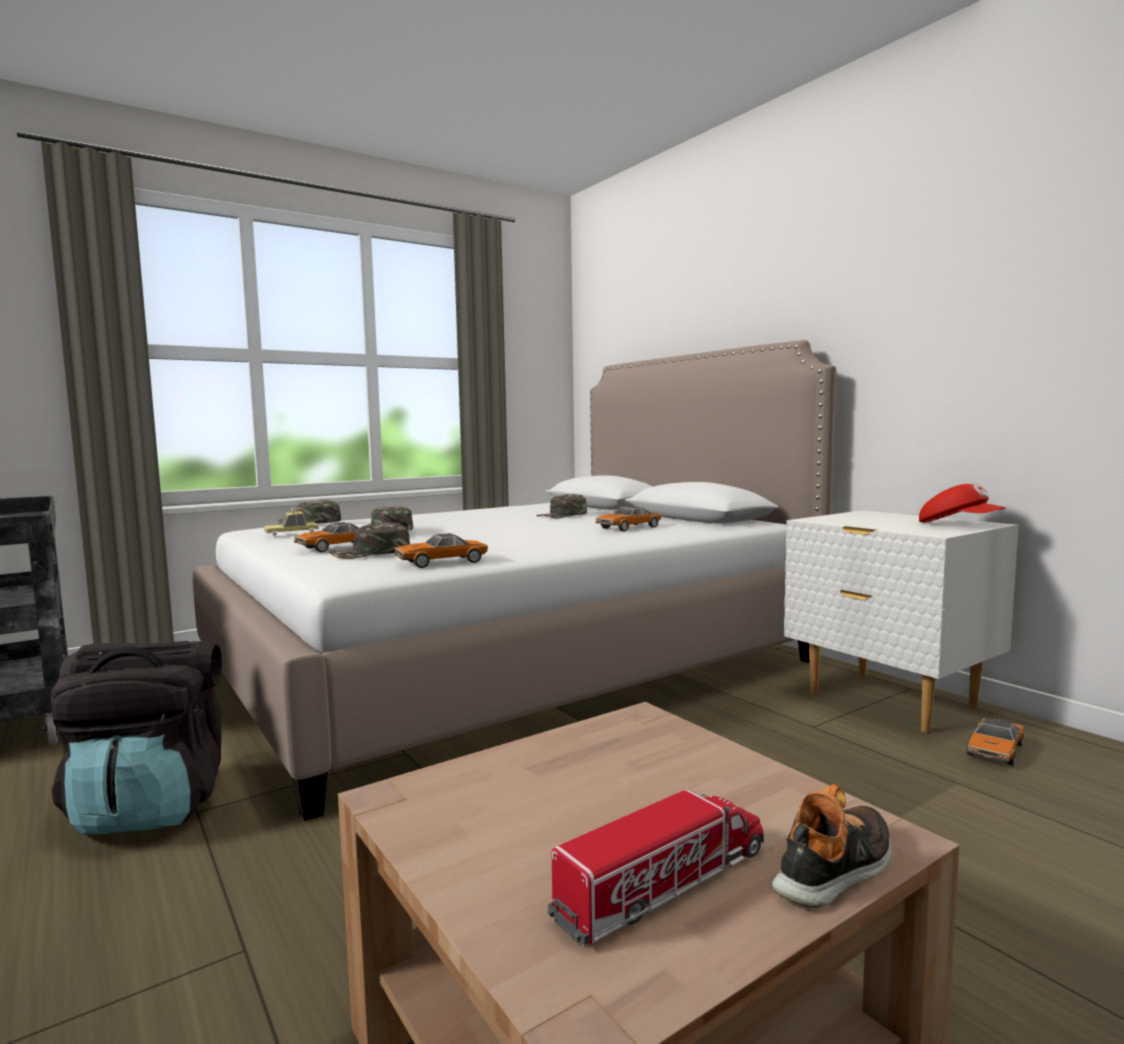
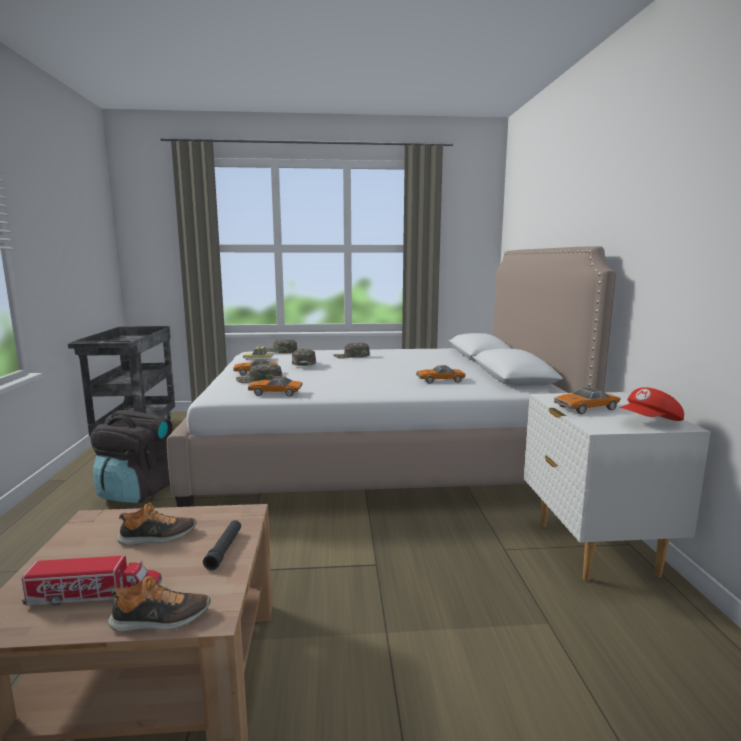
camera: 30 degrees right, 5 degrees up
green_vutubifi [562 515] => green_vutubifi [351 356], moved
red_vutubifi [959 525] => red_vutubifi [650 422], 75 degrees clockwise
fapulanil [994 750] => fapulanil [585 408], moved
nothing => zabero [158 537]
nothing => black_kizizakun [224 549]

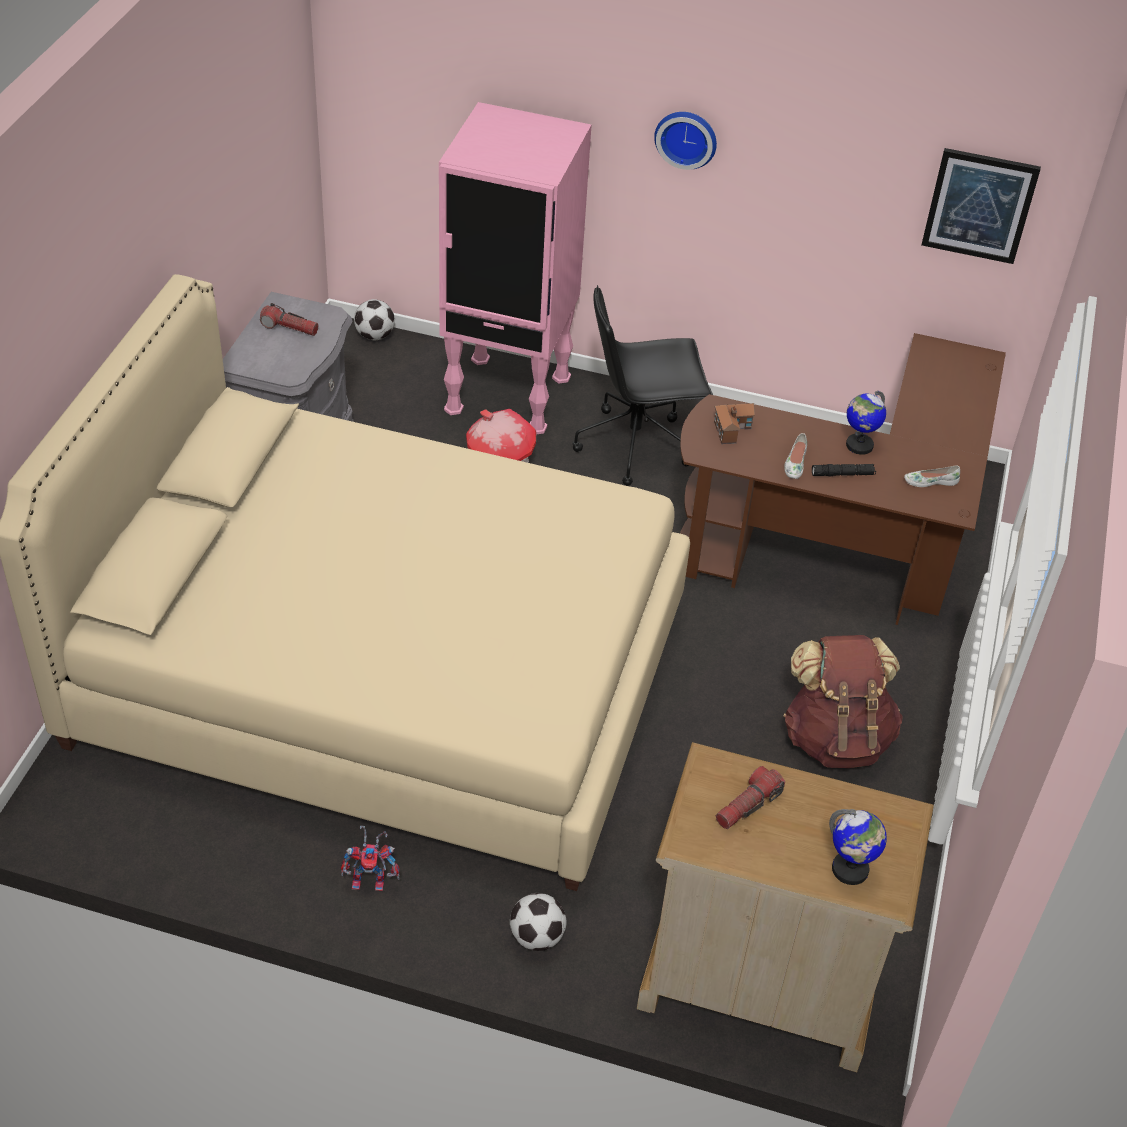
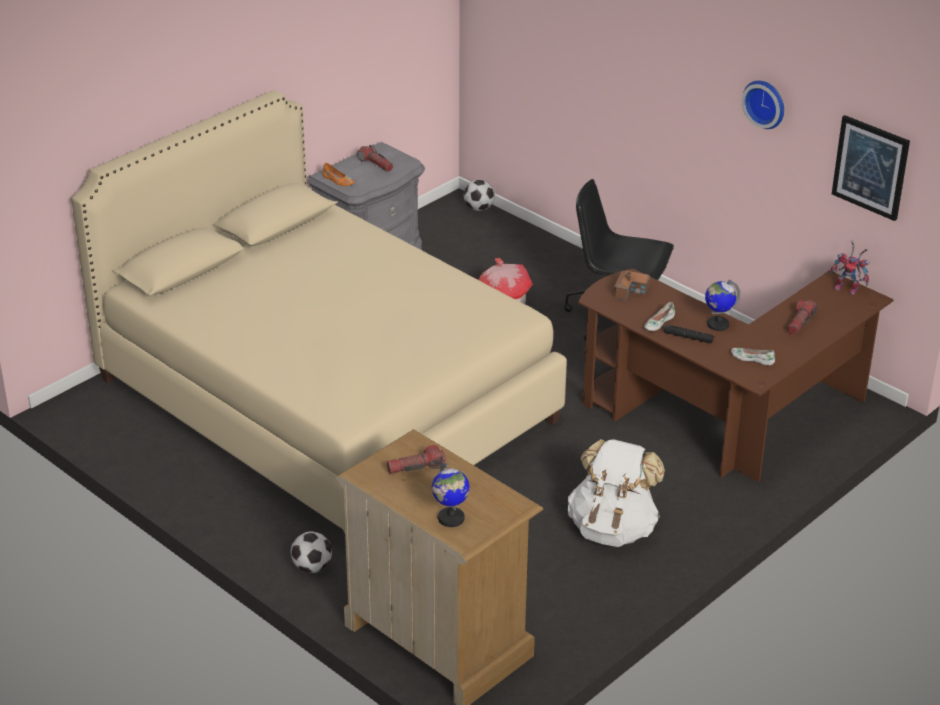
camera: 30 degrees right, 10 degrees down
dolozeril [372 880] => dolozeril [848 288], moved
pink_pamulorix [508 394] => nothing
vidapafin [686 137] => vidapafin [765 103], moved
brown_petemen [836 738] => white_petemen [613 528]
nothing => orange_zabero [337 180]
nothing => kizizakun [800 322]

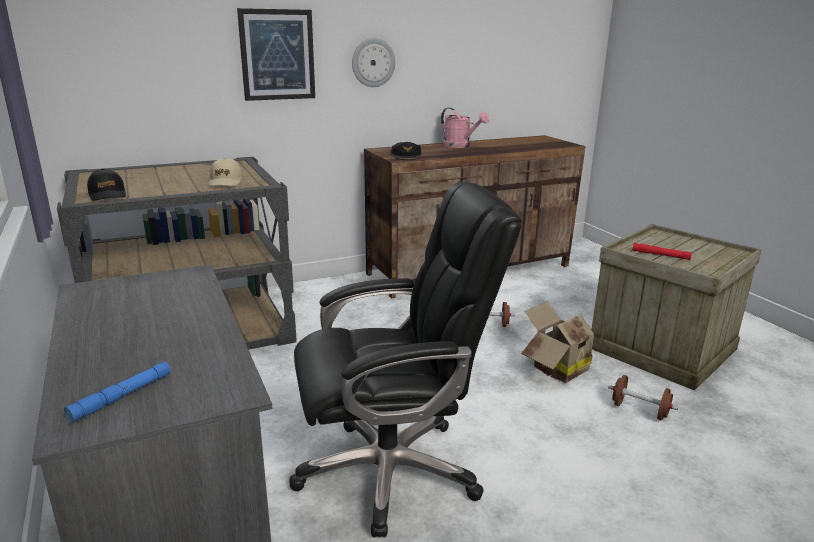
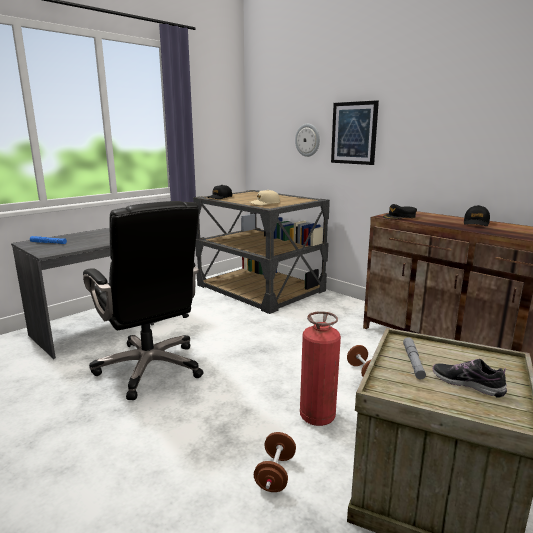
camera: 70 degrees right, 5 degrees down
vidapafin [373 62] => vidapafin [308 140], moved
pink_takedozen [460 146] => black_vutubifi [476 223]
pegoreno [556 368] => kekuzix [317 417]
red_kizizakun [660 255] => grey_kizizakun [413 361]
nothing => zabero [467 384]

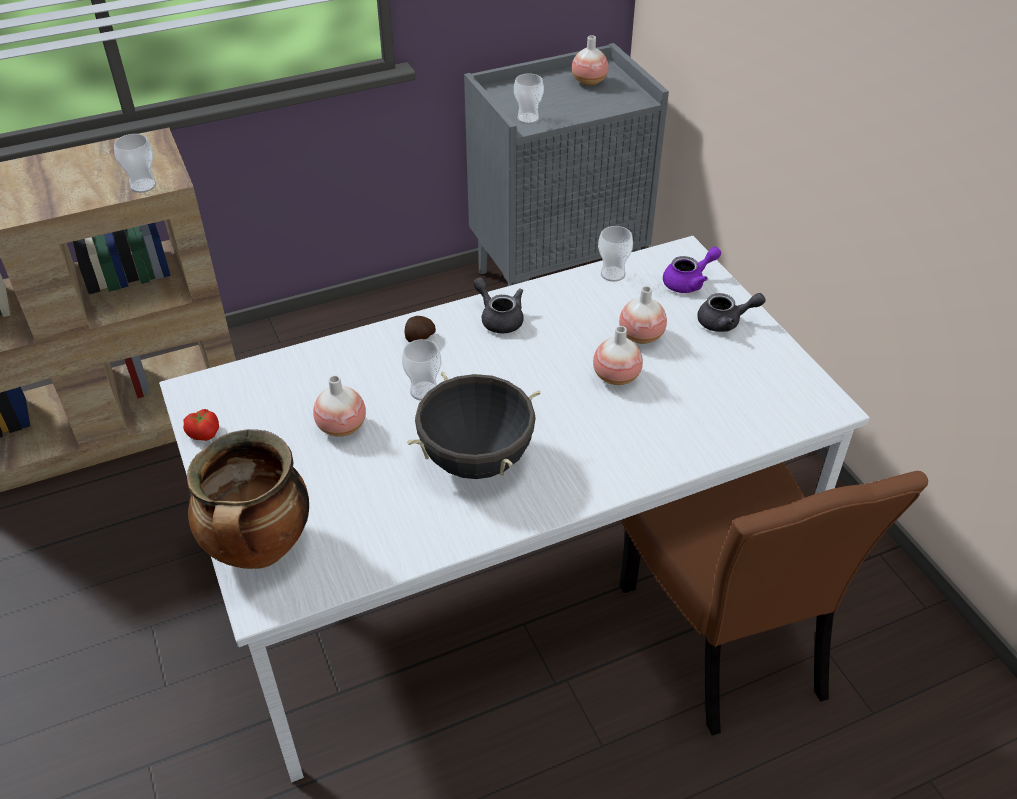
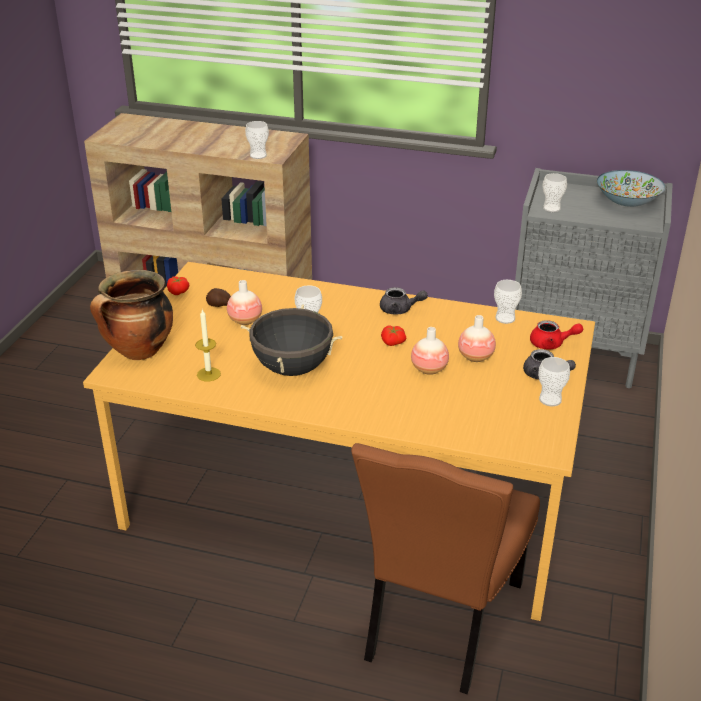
camera: 40 degrees right, 10 degrees down
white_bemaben [508 560] => orange_bemaben [352 495]
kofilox [419 338] => kofilox [219 305], moved
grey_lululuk [499 318] => grey_lululuk [400 310], 105 degrees clockwise
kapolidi [589 81] => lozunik [627 202]
purple_lululuk [689 282] => red_lululuk [551 344]
nothing => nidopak [208 374]
nothing => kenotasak [392 343]
nothing => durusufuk [550 399]

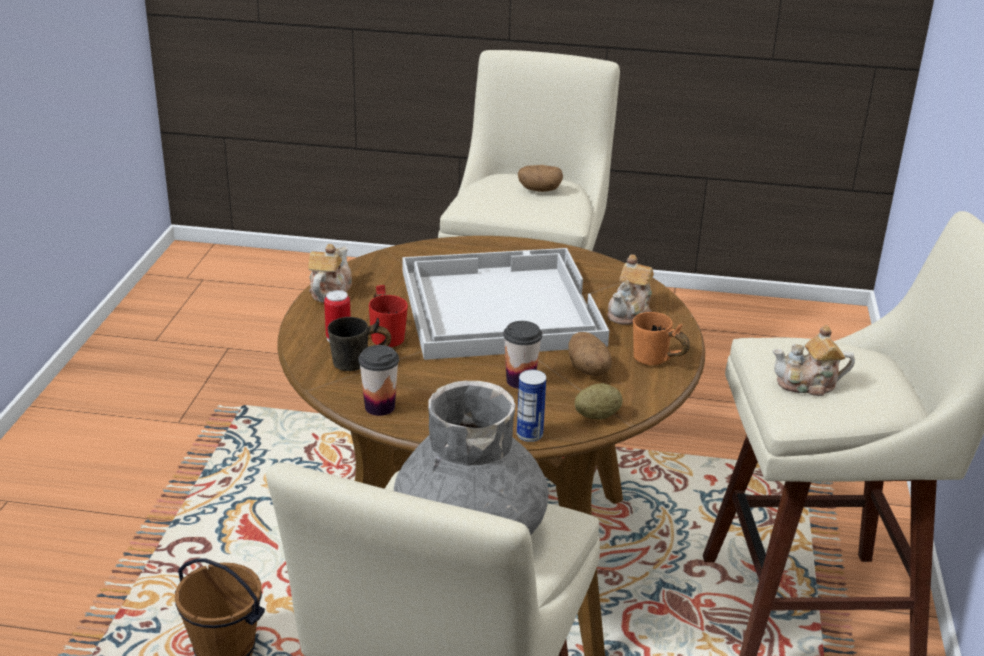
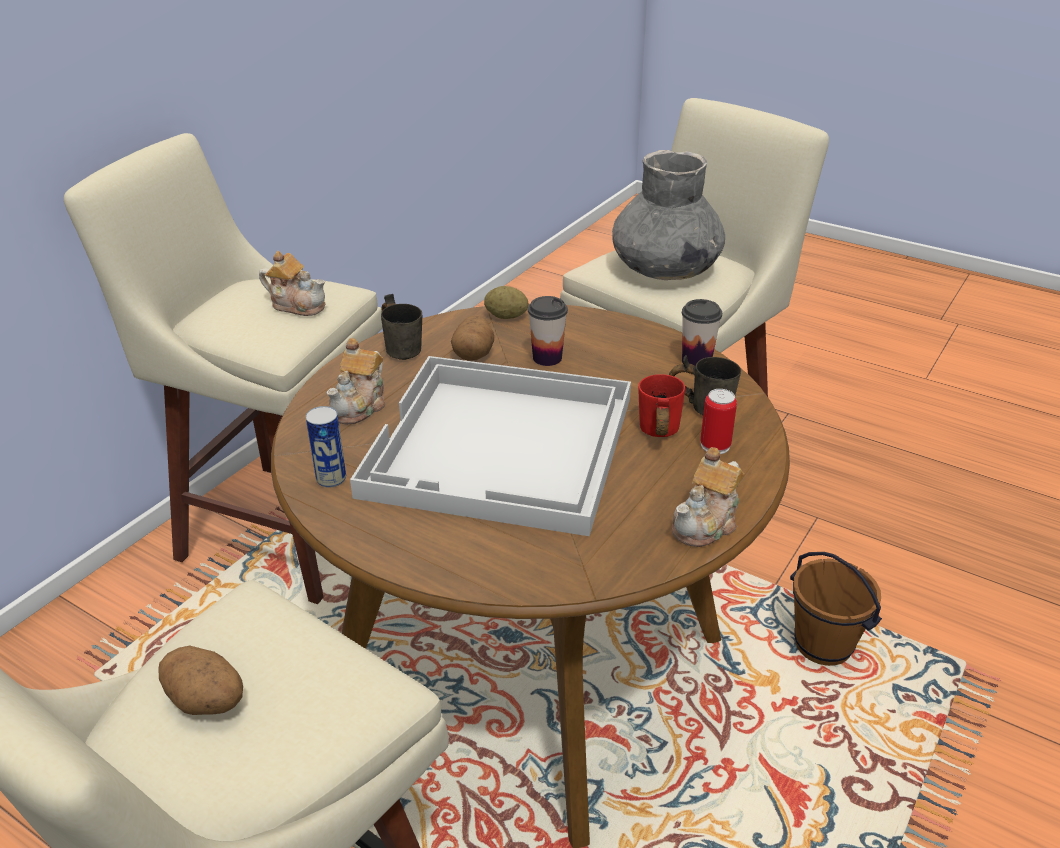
camera: 155 degrees left, 5 degrees up
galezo [529 435] => galezo [331 479], moved
lululuk [630 312] => lululuk [360 406], 150 degrees clockwise
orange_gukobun [655 363] => grey_gukobun [404 347]

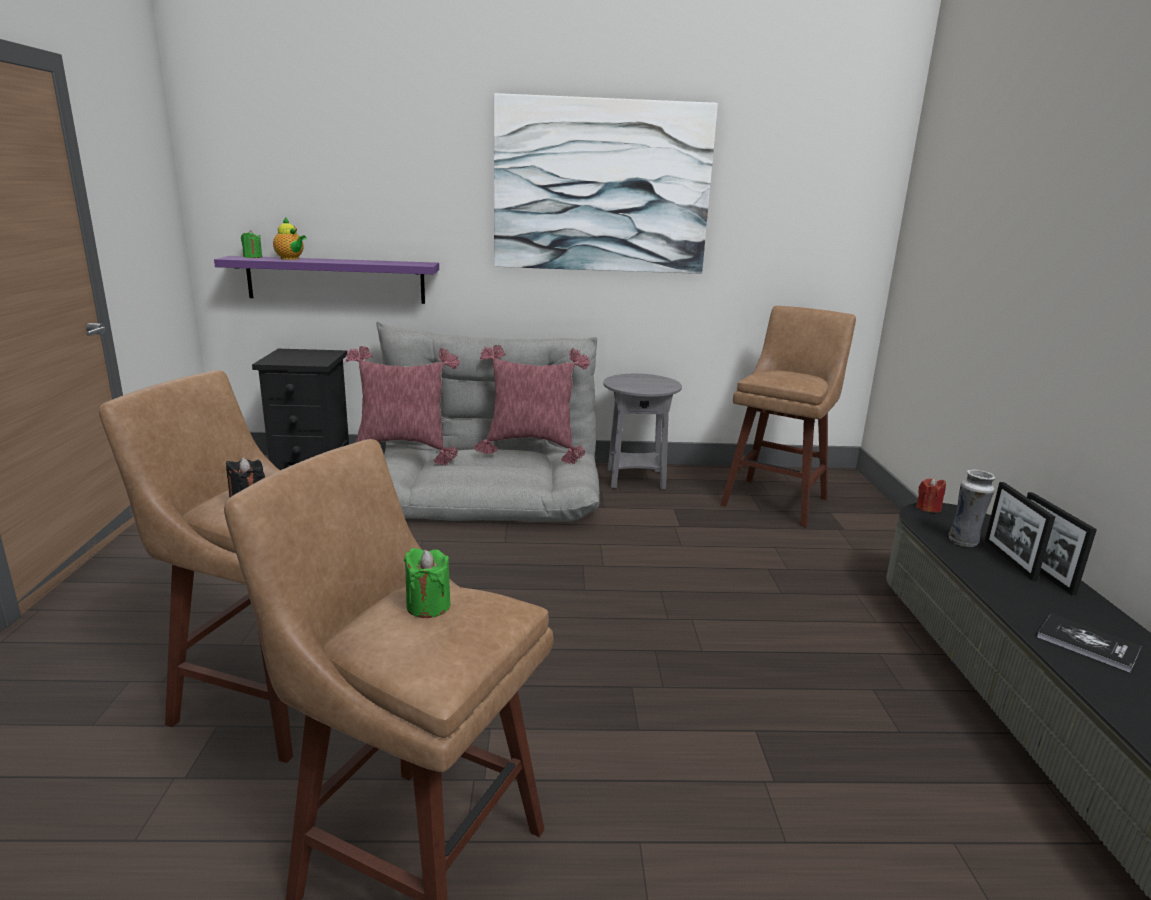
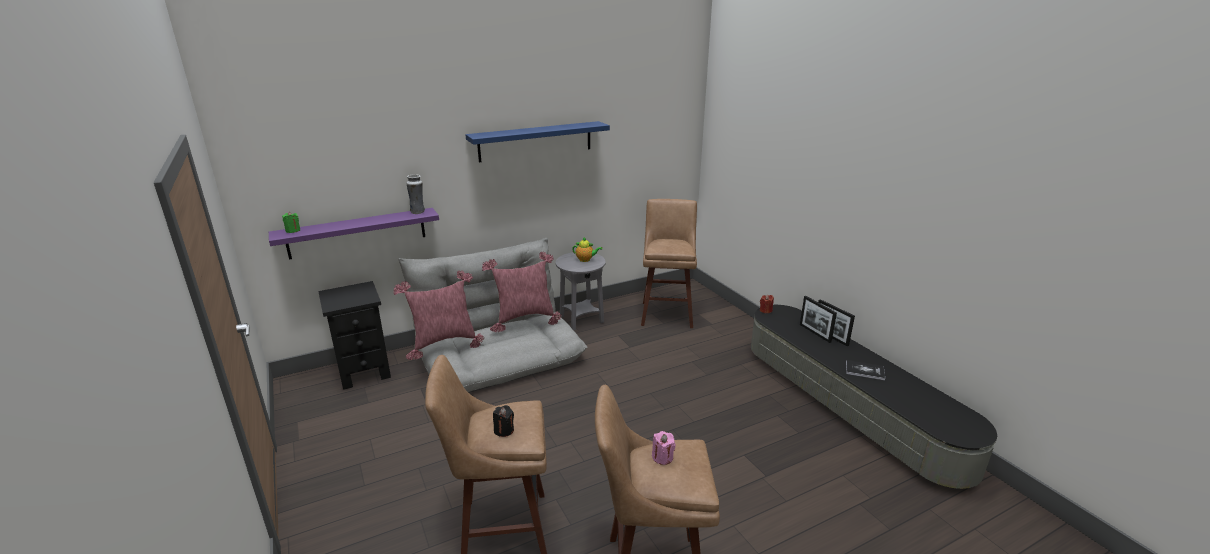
camera: 25 degrees left, 5 degrees up
lululuk [290 259] => lululuk [586 260], moved
green_nidopak [428 606] => pink_nidopak [662 457]
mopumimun [602 187] => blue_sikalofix [535 141]
kapolidi [964 541] => kapolidi [418 212], moved

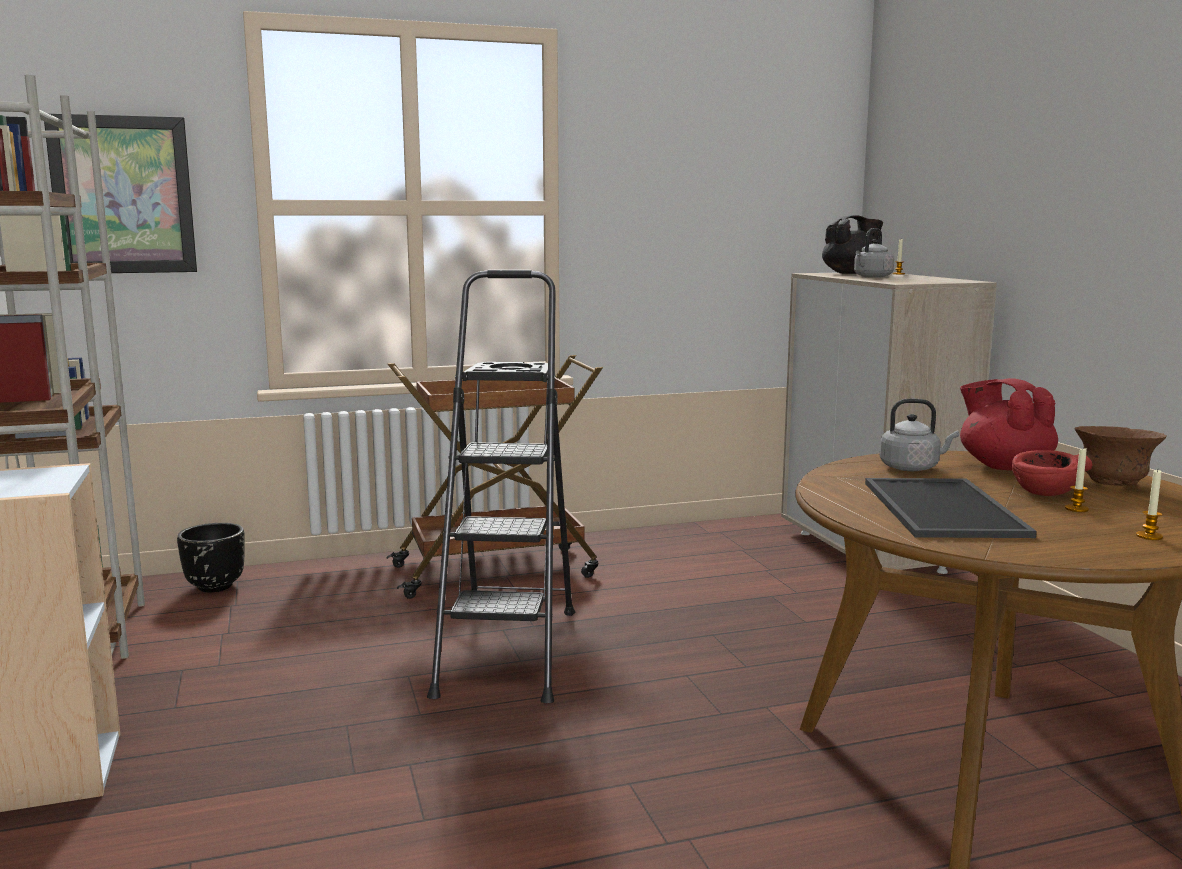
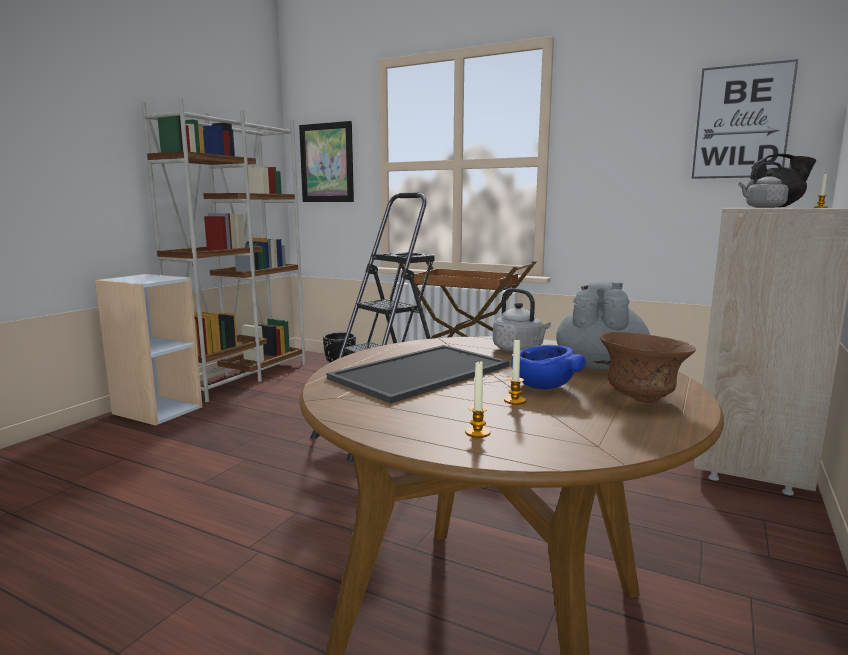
camera: 45 degrees right, 0 degrees up
red_lululuk [1003 466] => grey_lululuk [600 365]
red_lozunik [1044 493] => blue_lozunik [543 386]
nothing => mopumimun [742 122]

